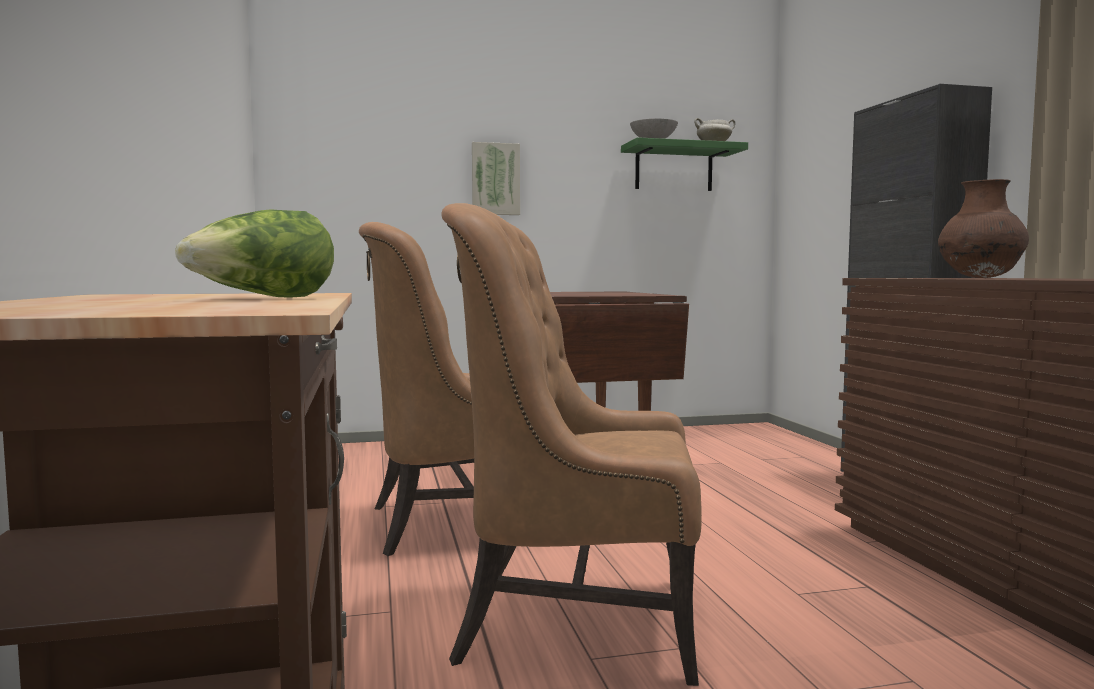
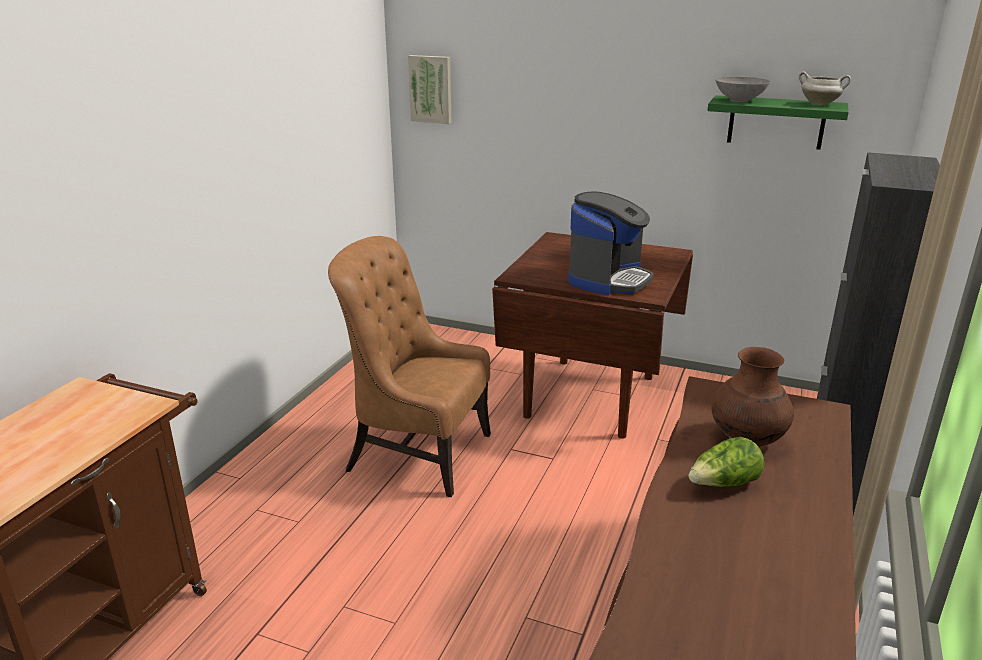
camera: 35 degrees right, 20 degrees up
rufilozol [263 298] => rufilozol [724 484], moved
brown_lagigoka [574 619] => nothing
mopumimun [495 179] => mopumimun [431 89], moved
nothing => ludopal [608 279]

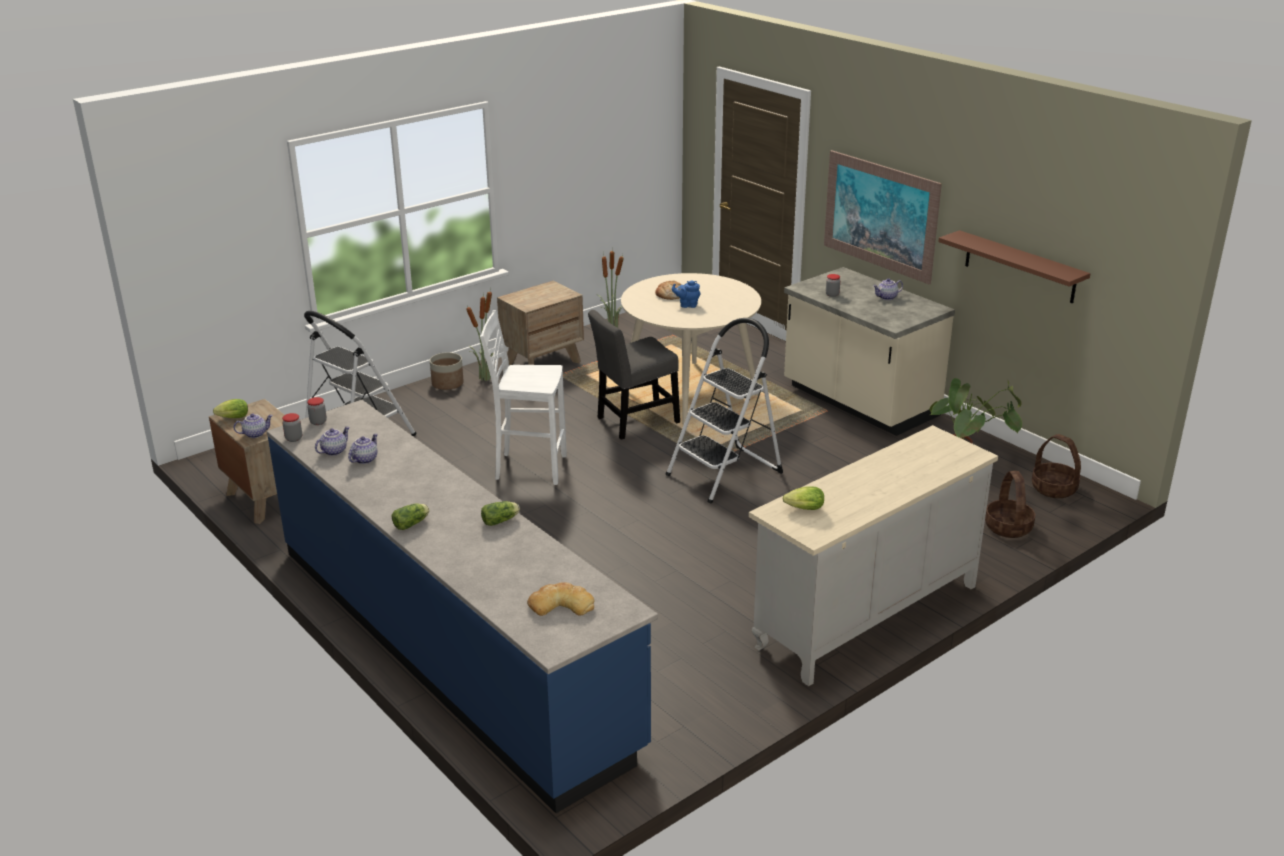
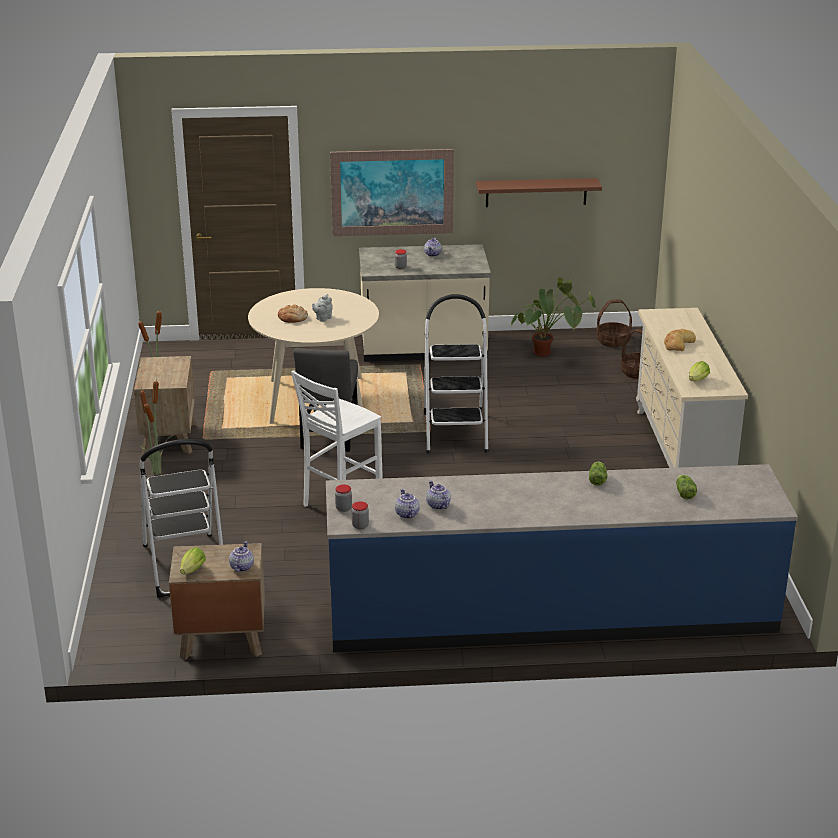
camera: 55 degrees left, 0 degrees up
rufilozol [412 523] => rufilozol [684 492], moved
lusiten [448 383] => nothing
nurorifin [561 604] => nurorifin [677 344], moved
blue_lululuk [687 305] => grey_lululuk [322 318]

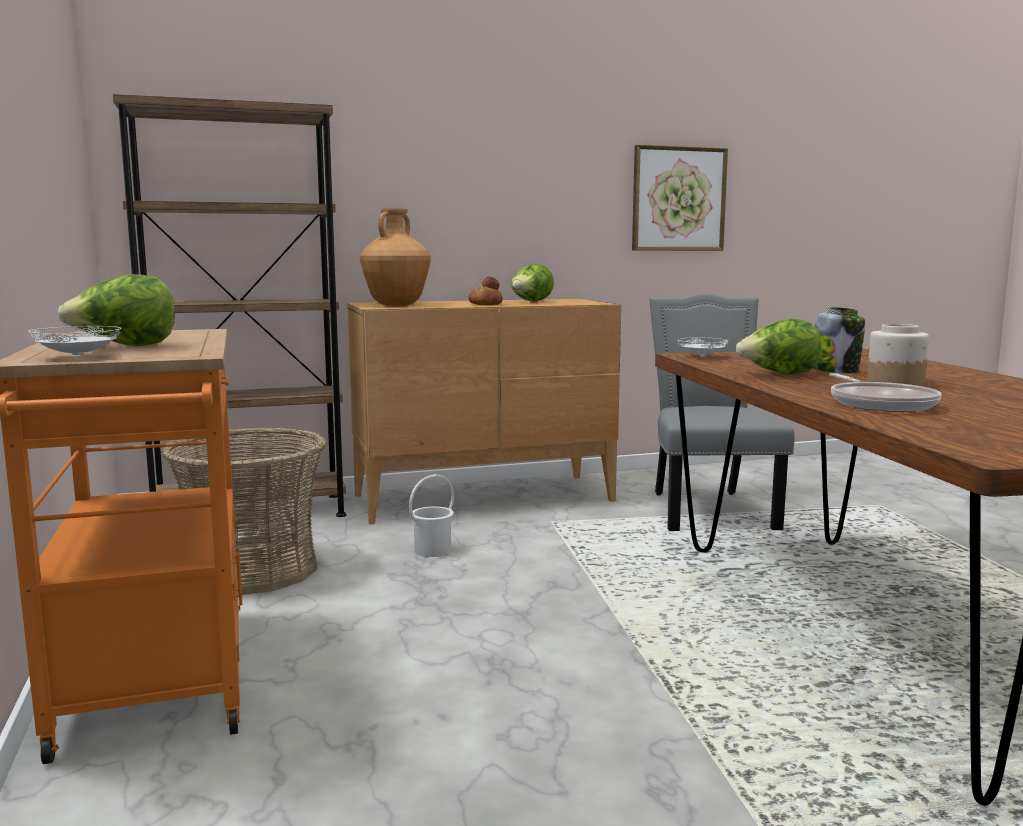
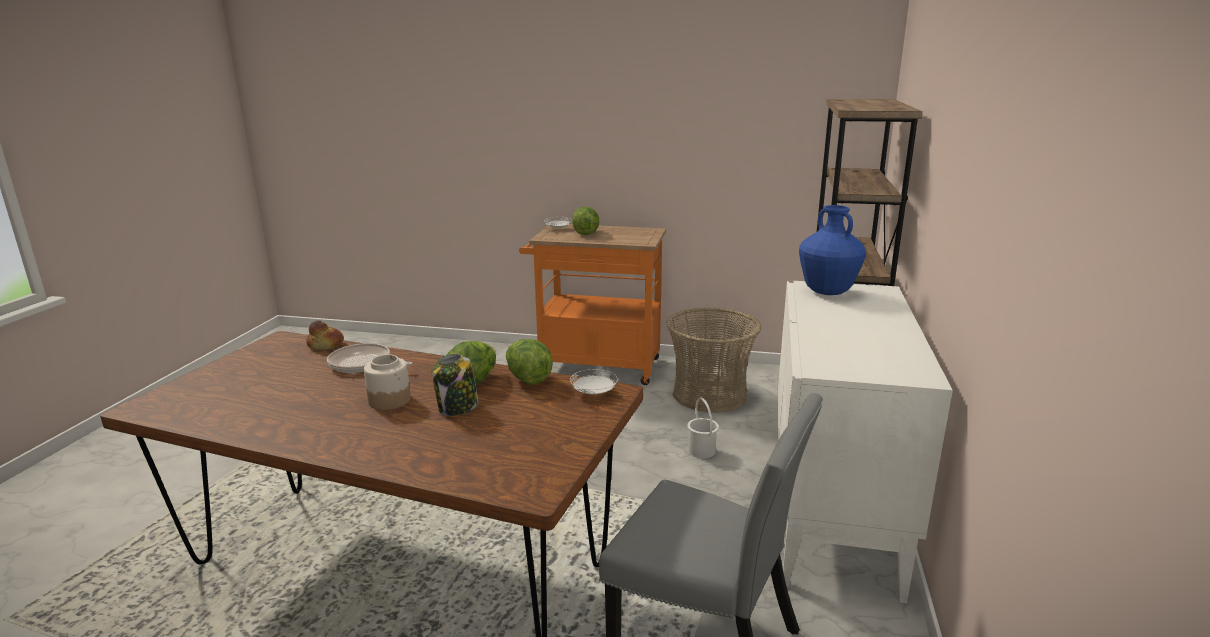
camera: 120 degrees right, 10 degrees up
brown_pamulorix [484 498] => white_pamulorix [831 508]
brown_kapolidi [396 306] => blue_kapolidi [828 292]
nurorifin [485 304] => nurorifin [325 345], moved
rufilozol [531 302] => rufilozol [528 378], moved
mopumimun [678 199] => nothing

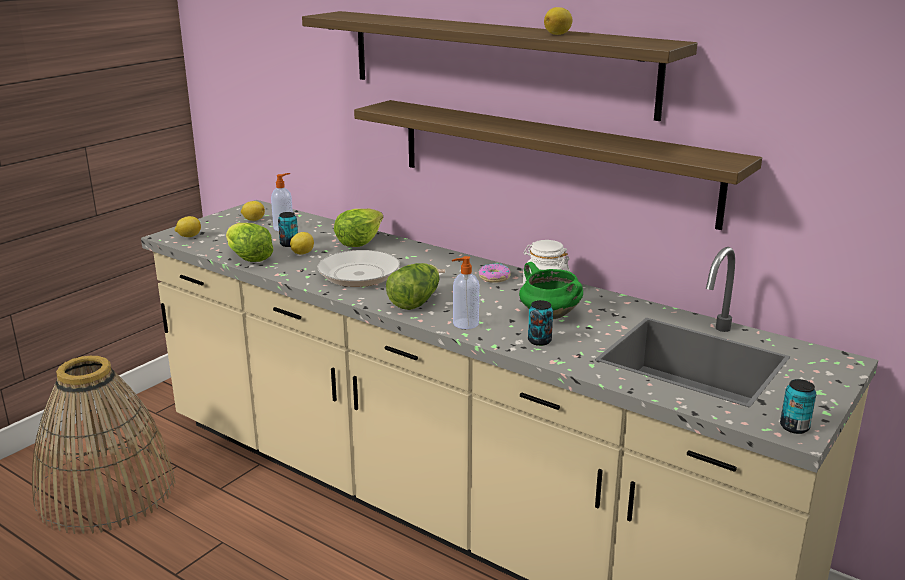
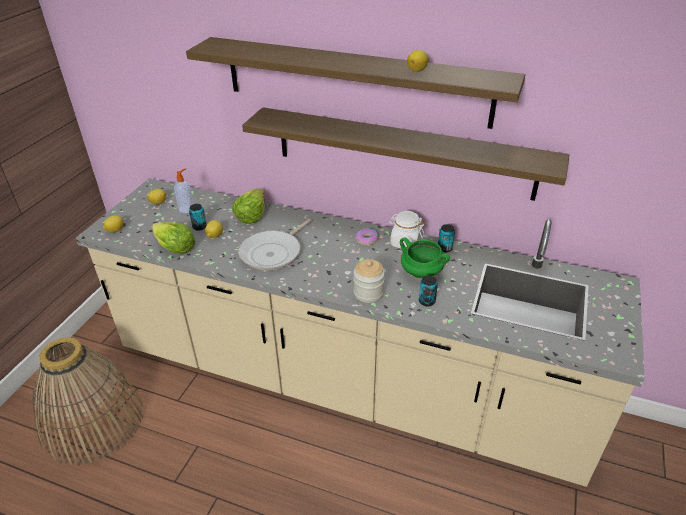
camera: 15 degrees left, 15 degrees up
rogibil [365 275] => rogibil [273 253], 45 degrees counterclockwise
rufilozol [415 301] => nothing
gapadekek [464 324] => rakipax [368 293]
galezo [794 427] => galezo [444 248], moved

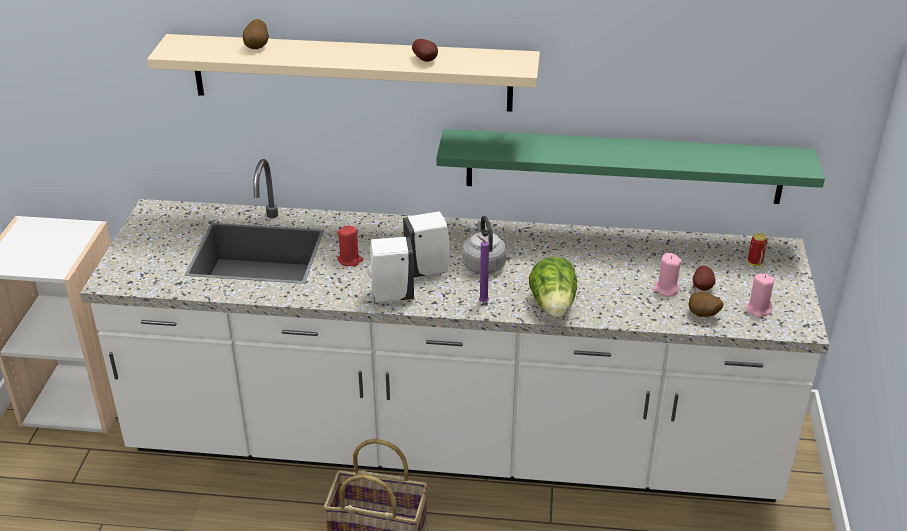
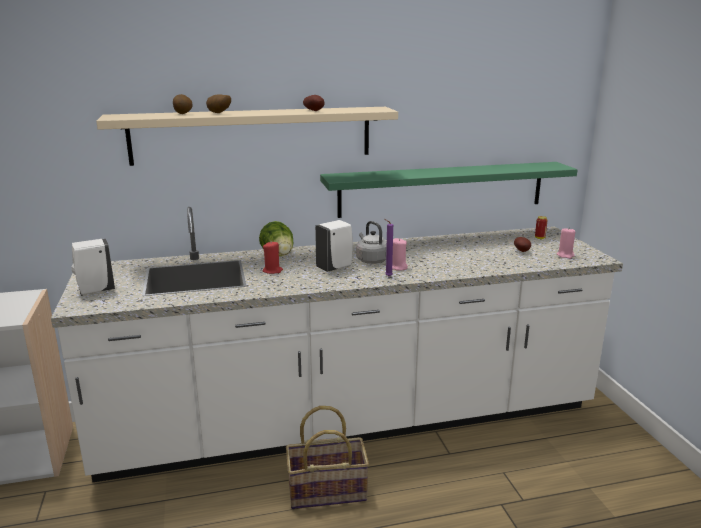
camera: 20 degrees left, 15 degrees down
white_gapadekek [390 296] => white_gapadekek [95 291], moved
rufilozol [553 306] => rufilozol [279 255], moved
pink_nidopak [666 289] => pink_nidopak [398 267], moved
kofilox [702 316] => kofilox [218 113], moved

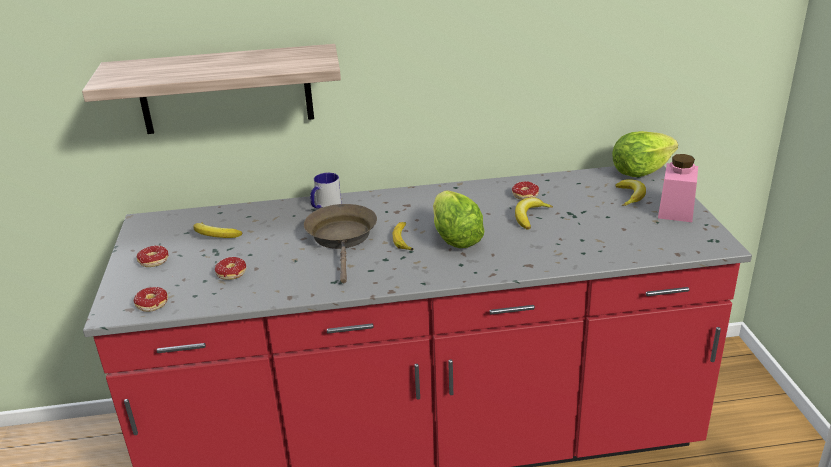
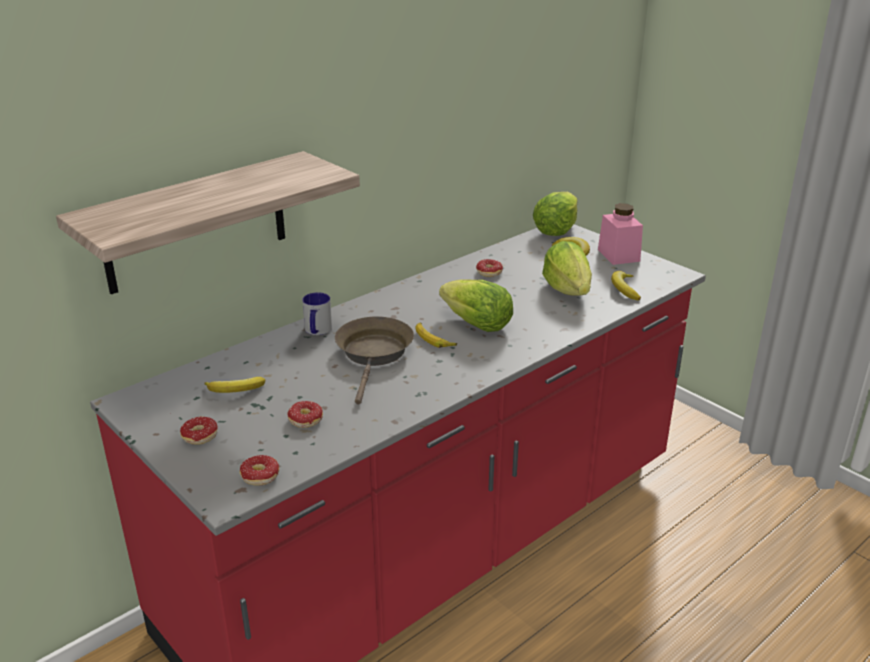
camera: 35 degrees left, 0 degrees up
brown_rogibil [342 238] => brown_rogibil [374 354], 45 degrees clockwise
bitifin [529 217] => bitifin [624 289], moved
nothing => rufilozol [568 290]

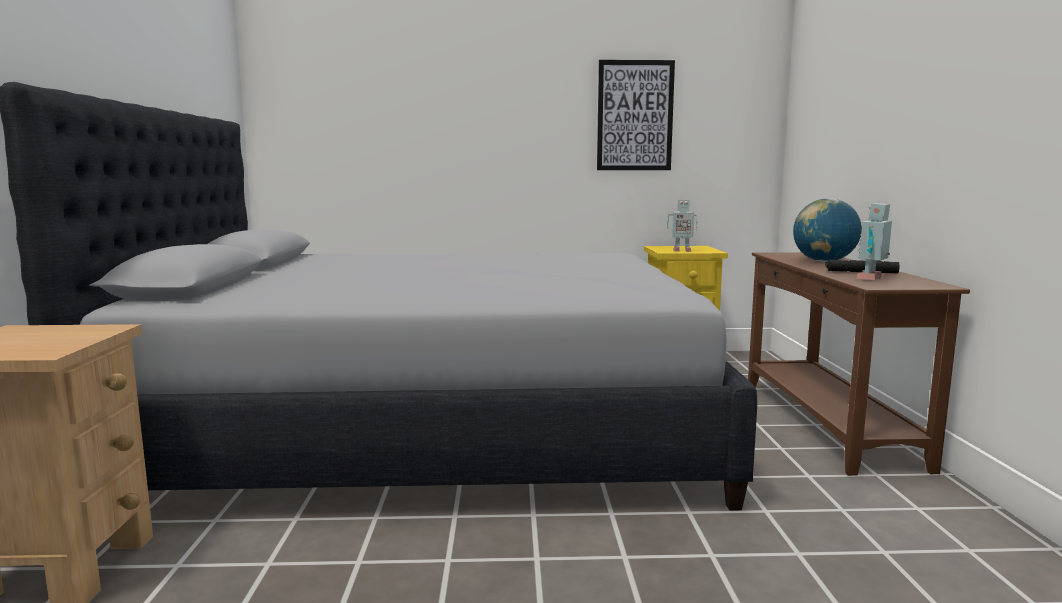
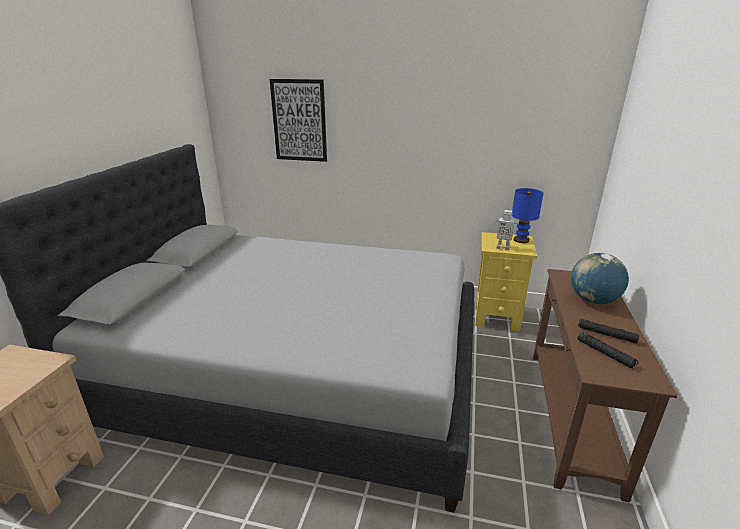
camera: 15 degrees right, 15 degrees up
mopumimun [635 116] => mopumimun [299 121], moved
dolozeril [872 279] => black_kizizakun [605 354]
nothing => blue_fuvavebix [520 240]

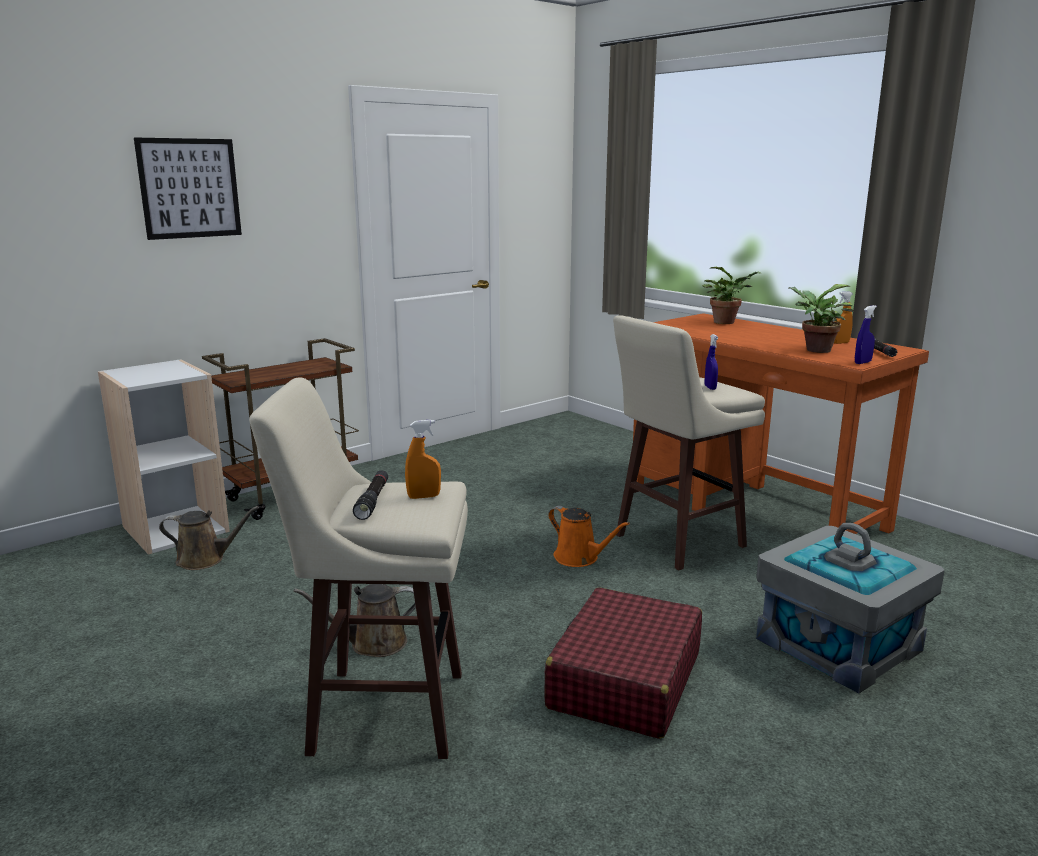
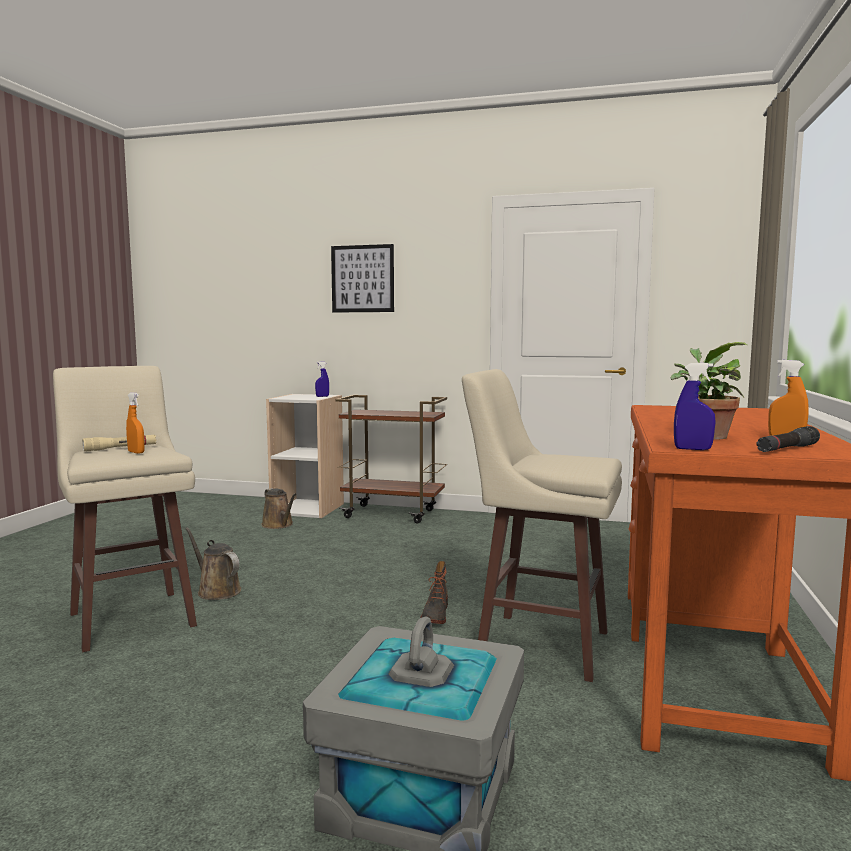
camera: 55 degrees right, 10 degrees down
black_kizizakun [373 501] => beige_kizizakun [120 448]
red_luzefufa [624 680] => nothing
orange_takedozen [579 558] => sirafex [435 614]
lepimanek [726 322] => nothing
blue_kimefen [710 388] => blue_kimefen [322 396], moved

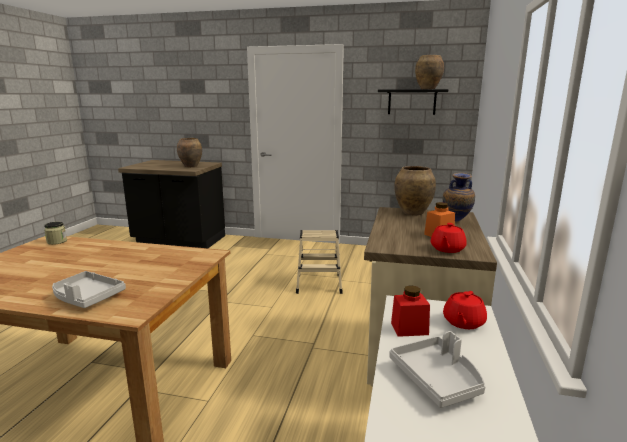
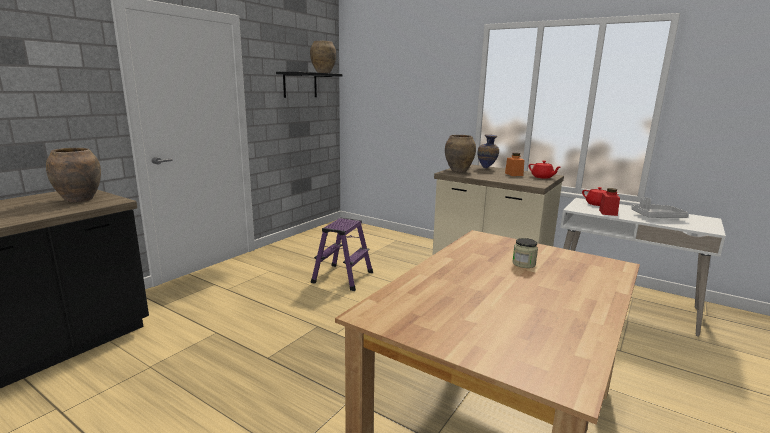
camera: 70 degrees left, 0 degrees up
rakipax [57 241] => rakipax [523 264], moved
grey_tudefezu [87 297] => nothing
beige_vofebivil [318 283] => purple_vofebivil [342 277]

